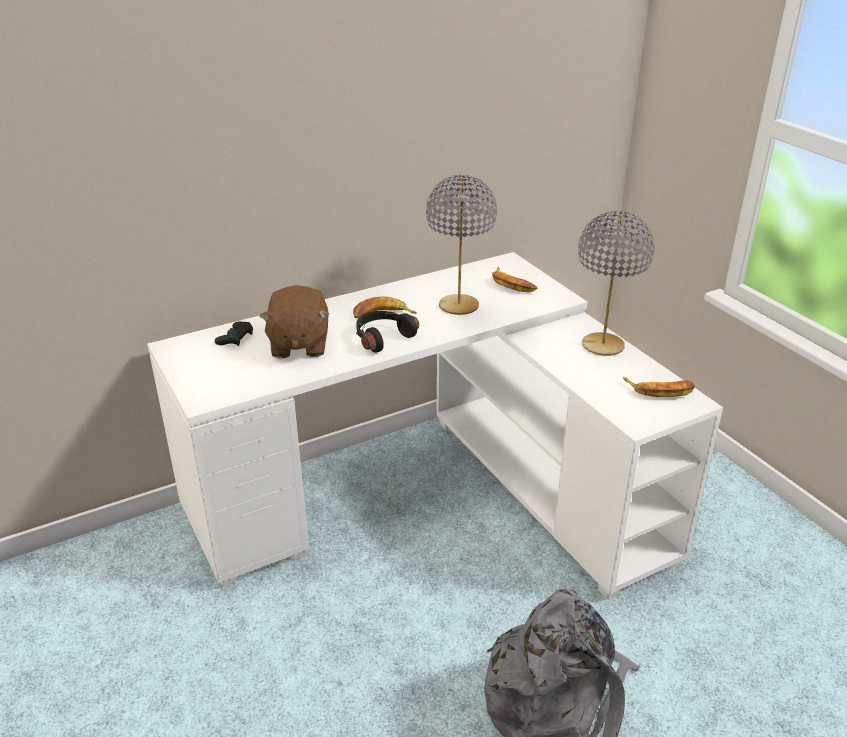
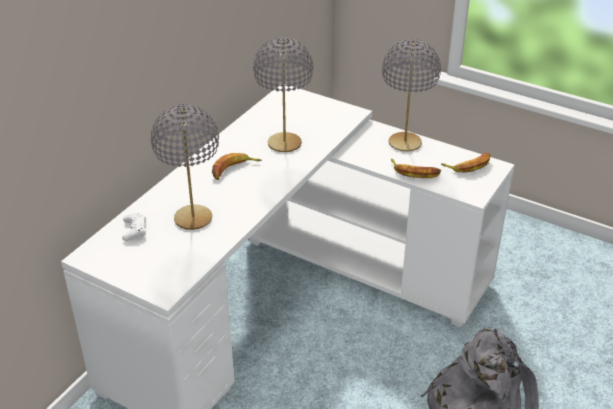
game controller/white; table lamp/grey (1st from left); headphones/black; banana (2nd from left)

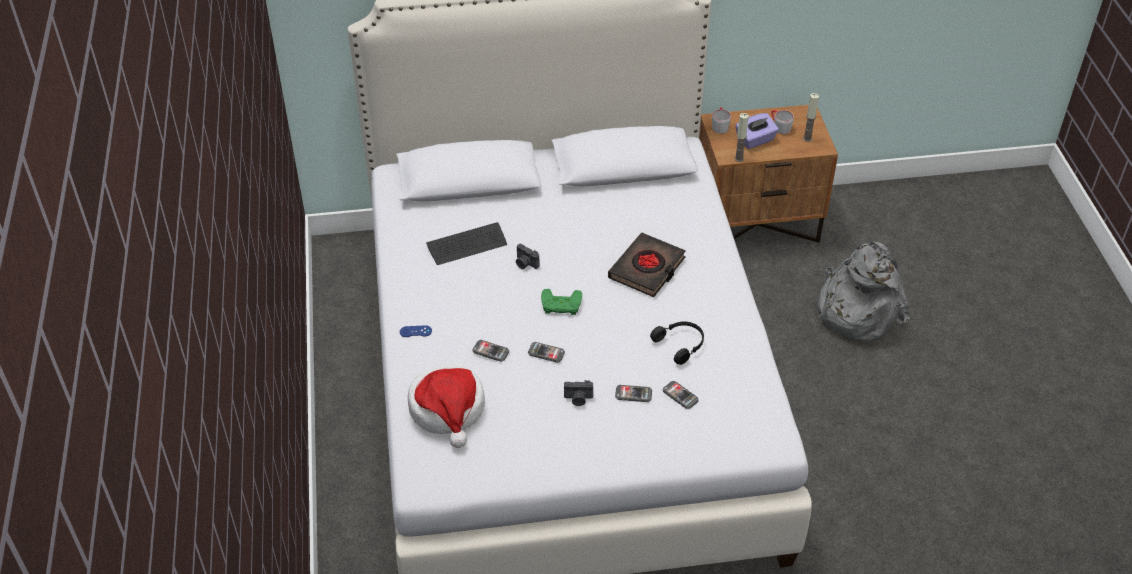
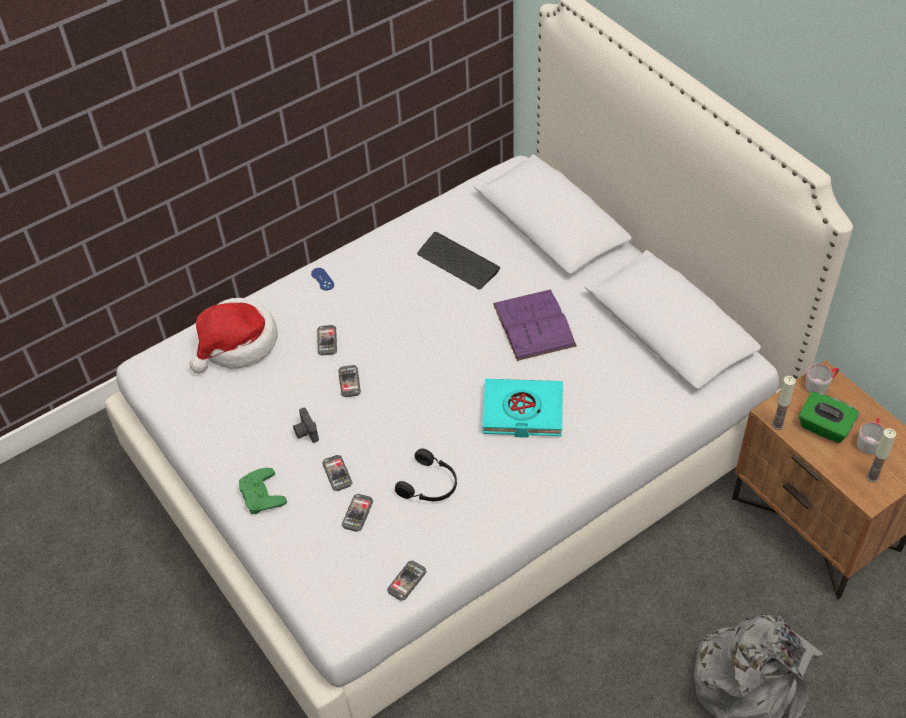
photo camera (1st from left in the first image); game controller/green; book/turquoise; tissue box/green; phone (5th from left); book/purple

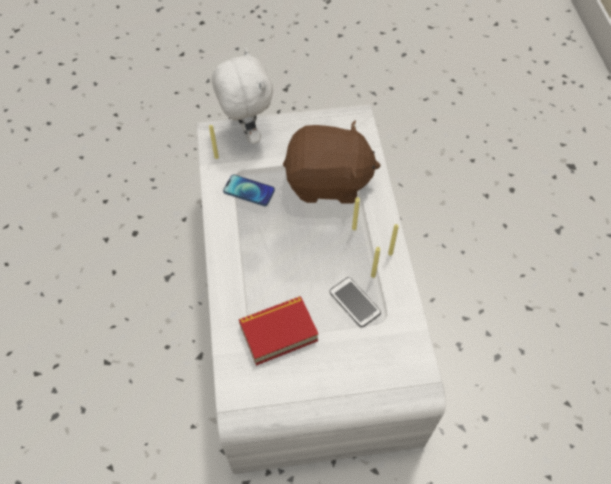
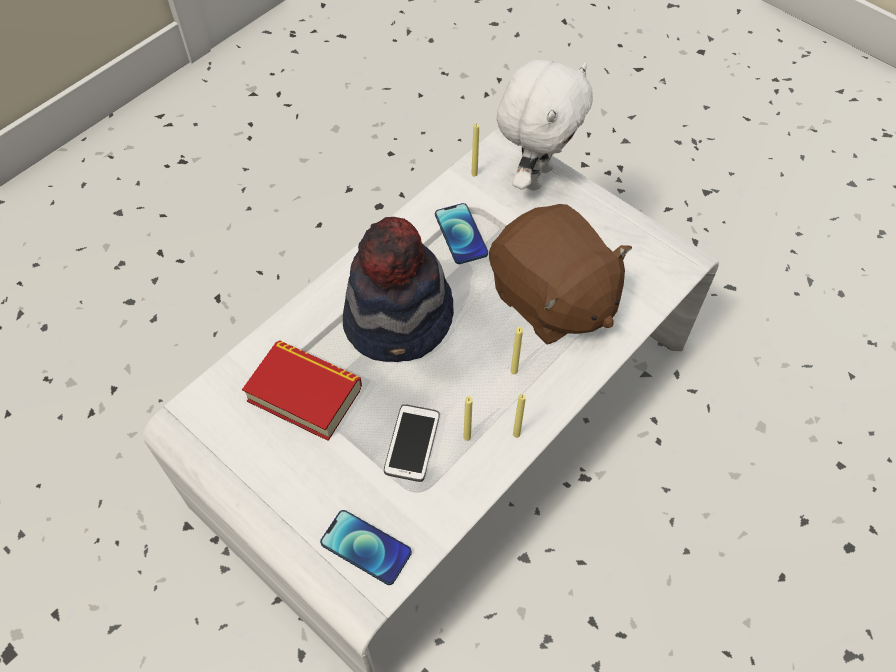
phone (1st from left); hat

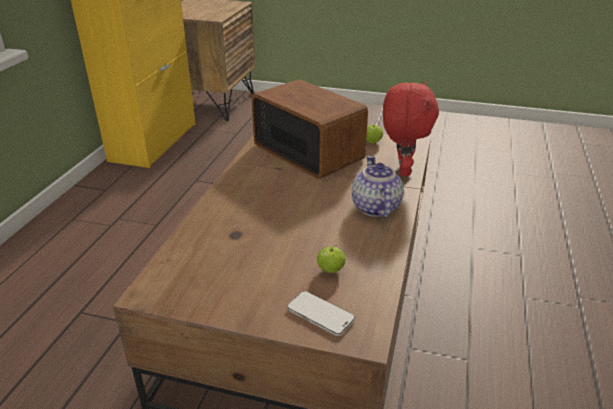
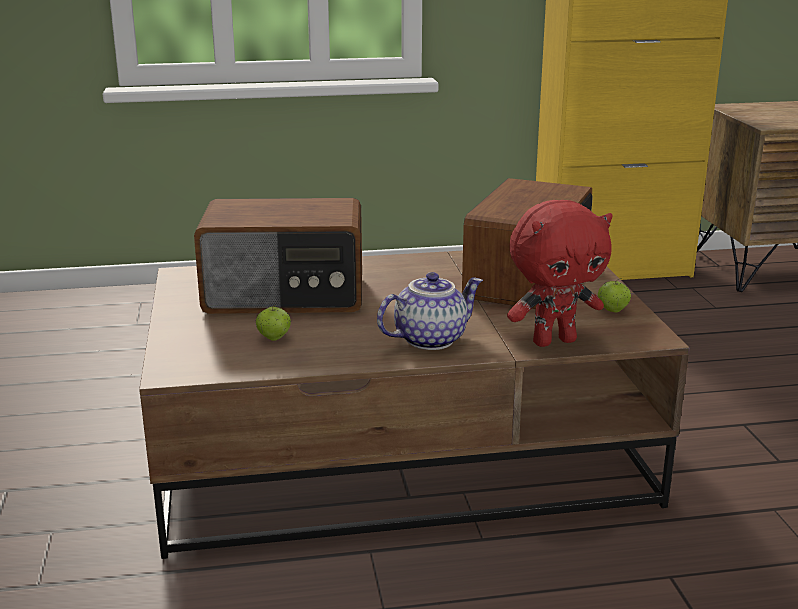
phone; radio (1st from left)

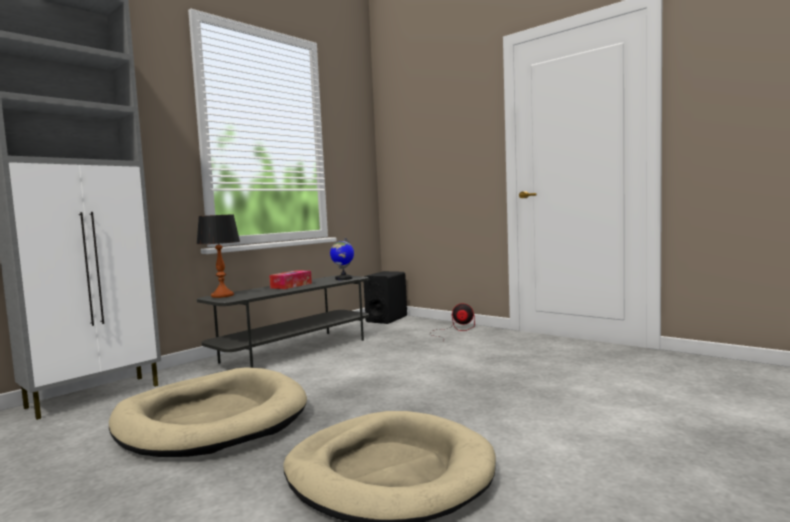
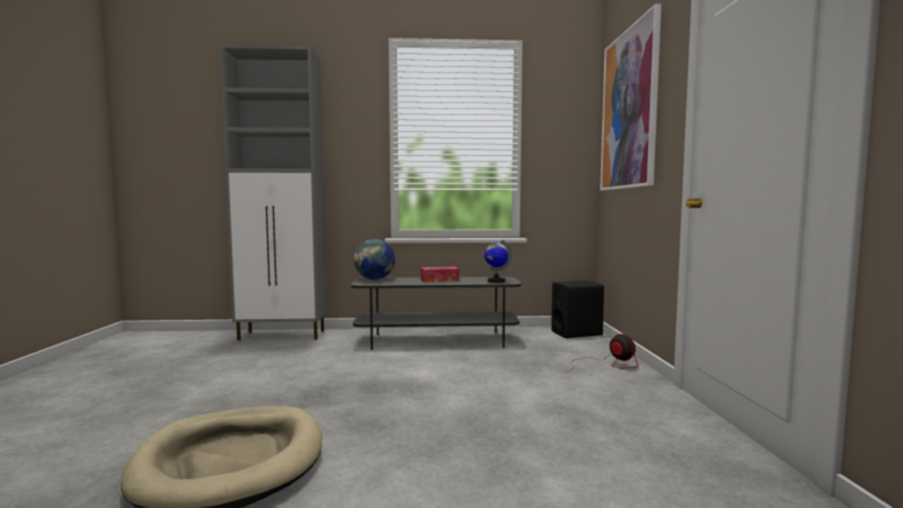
dog bed/beige (1st from left in the first image); globe (1st from left); picture

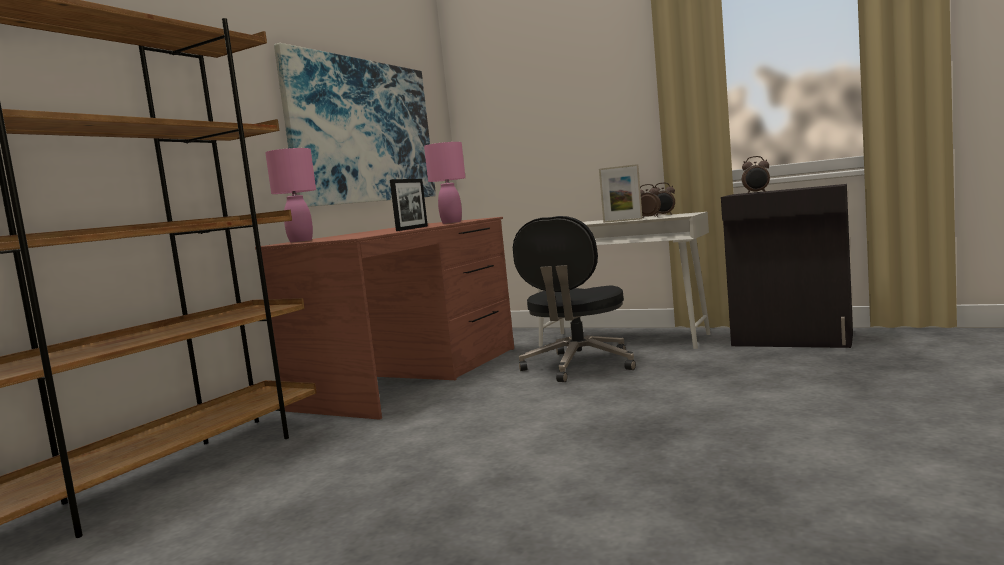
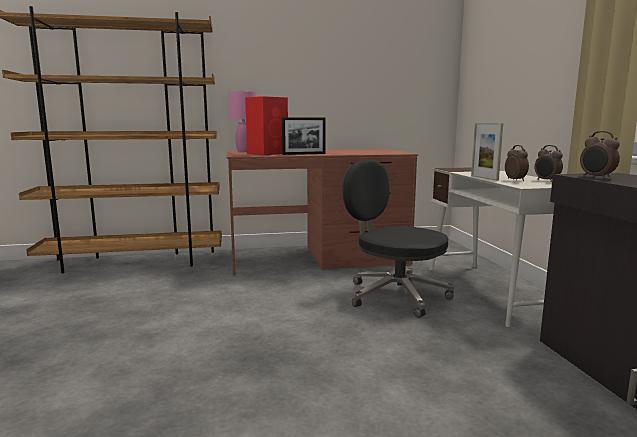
picture; table lamp/pink (2nd from left in the first image); office chair/black; speaker/red

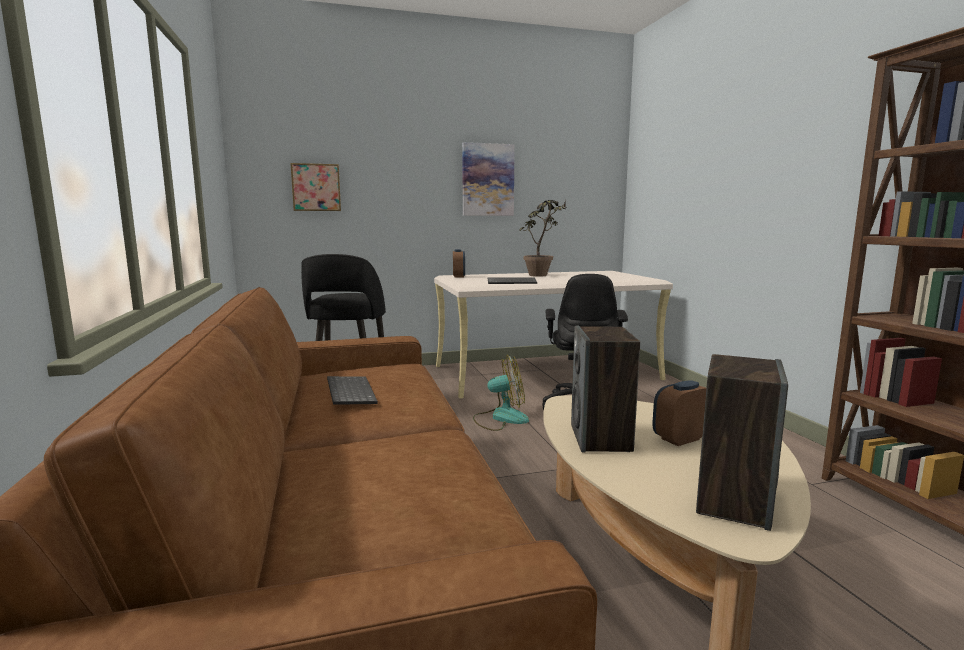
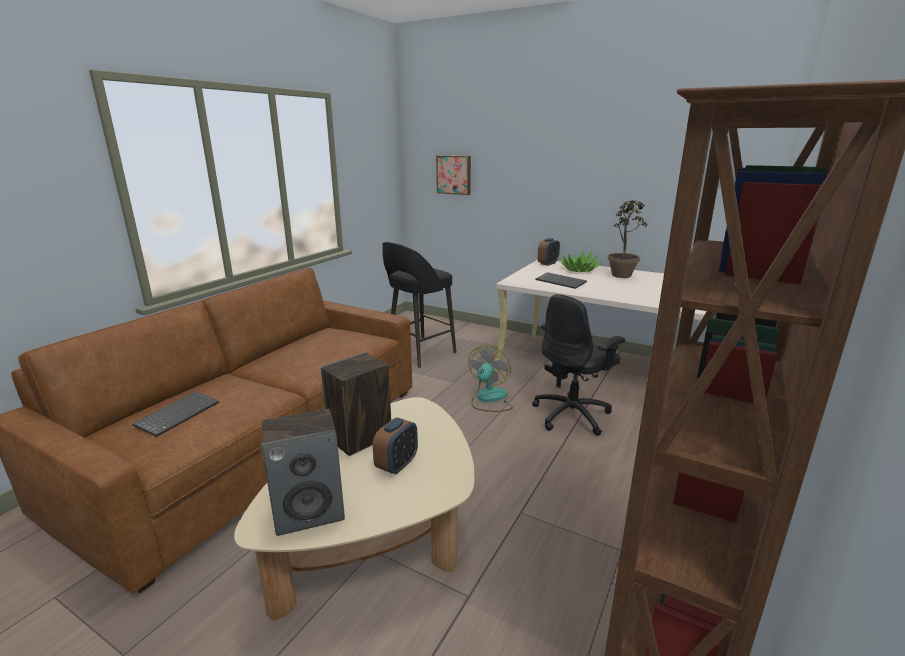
keyboard (1st from left); picture (2nd from left in the first image); fan; alarm clock (1st from left); potted plant (1st from left)

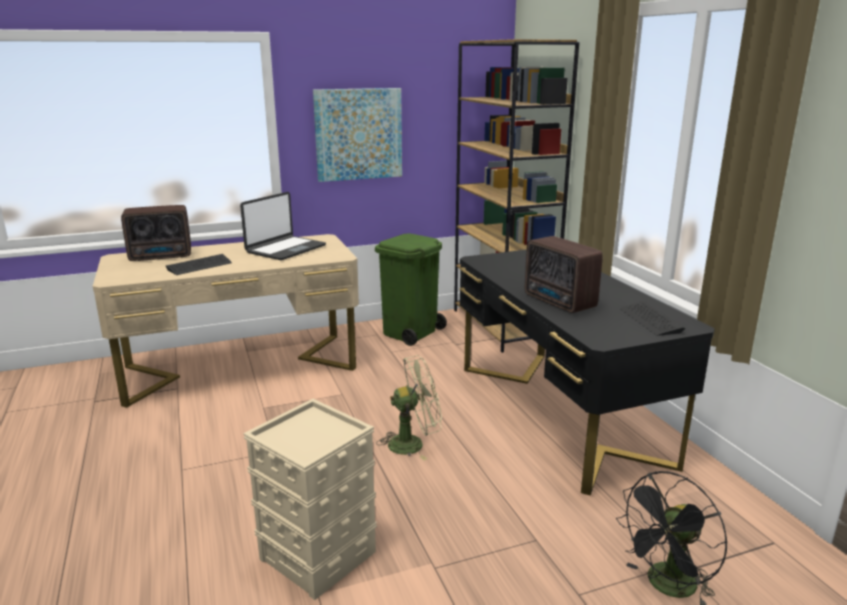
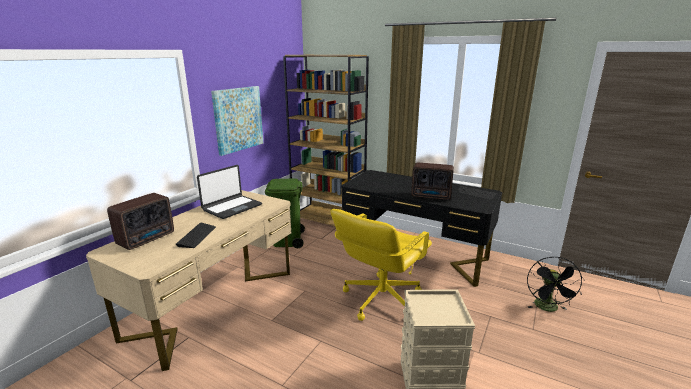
laptop; office chair/yellow

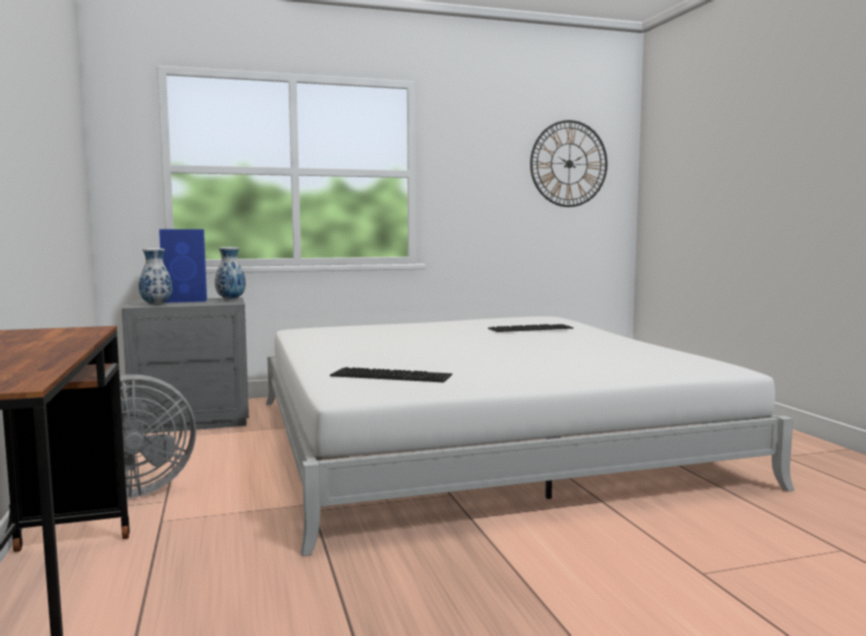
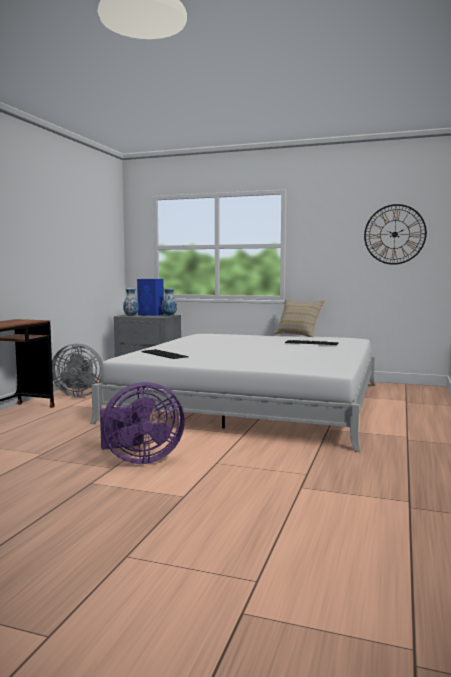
fan/purple; pillow/beige

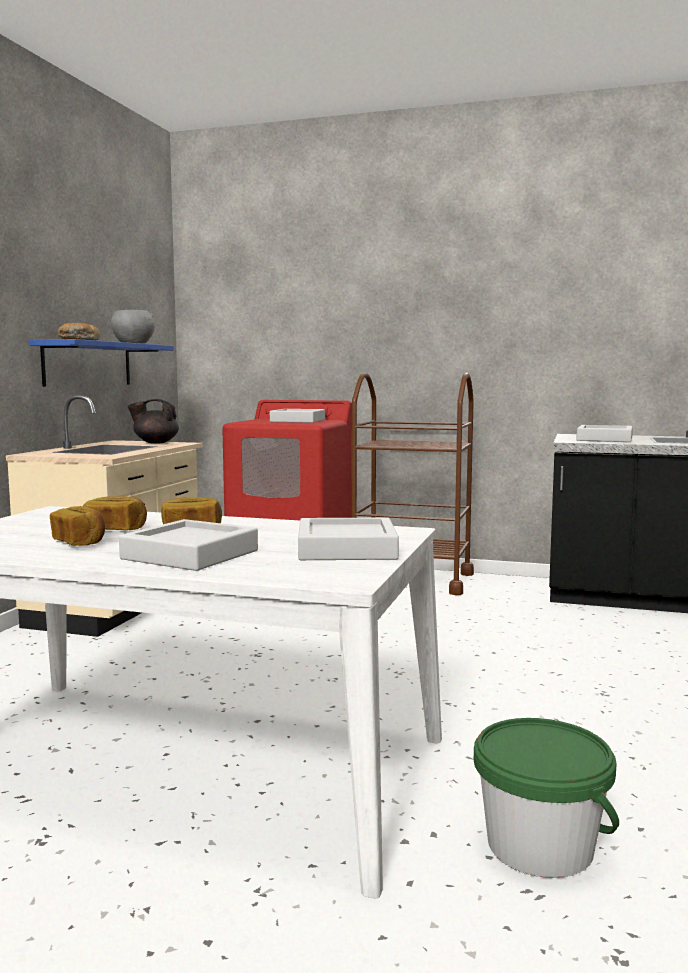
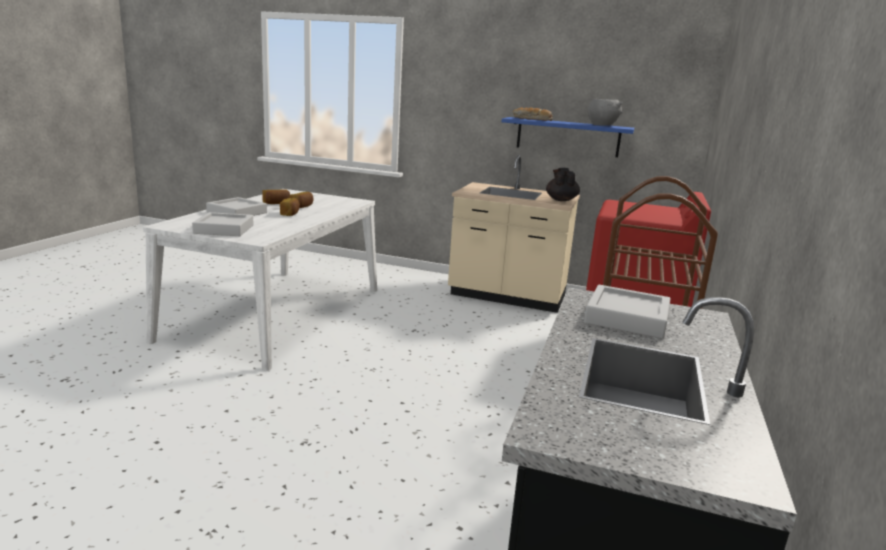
tray/grey (2nd from left in the first image); bucket/green

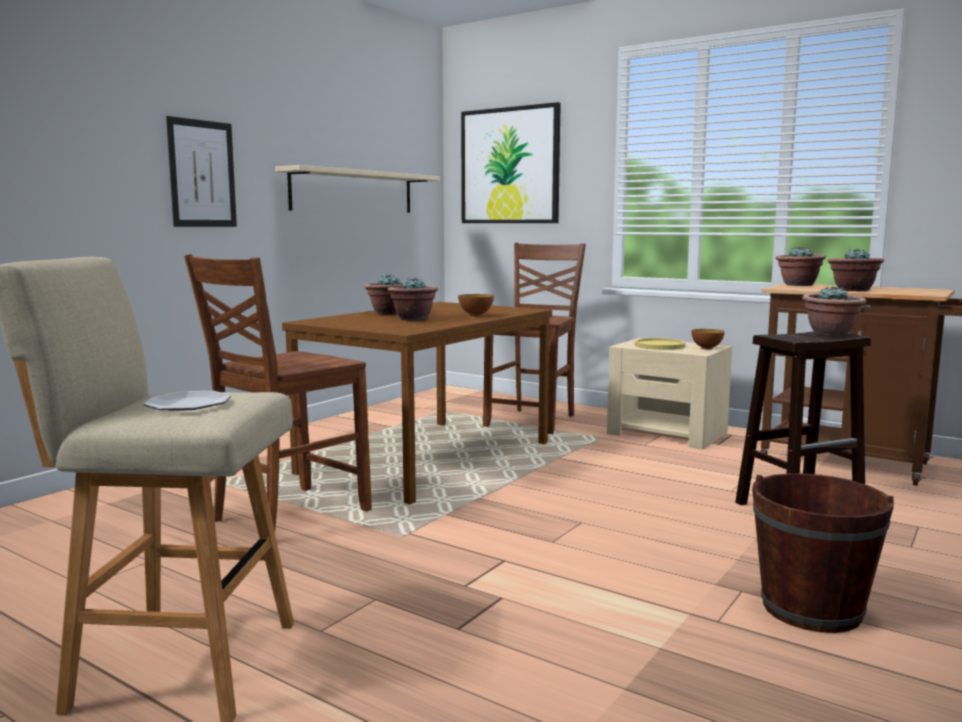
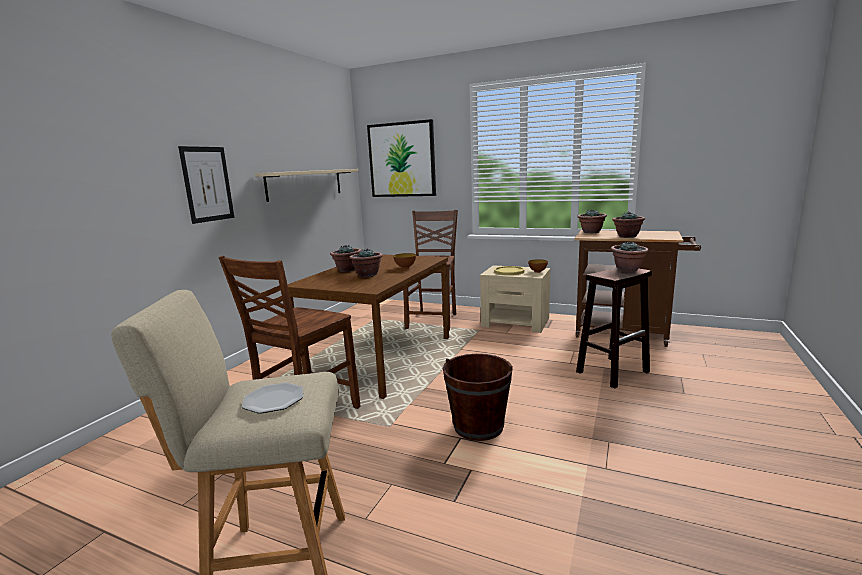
bucket/brown

